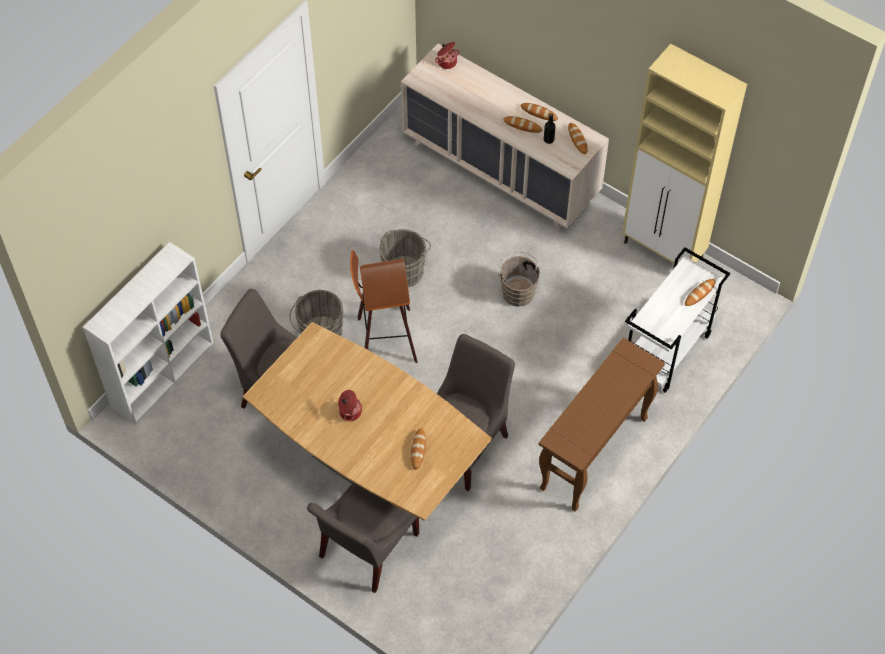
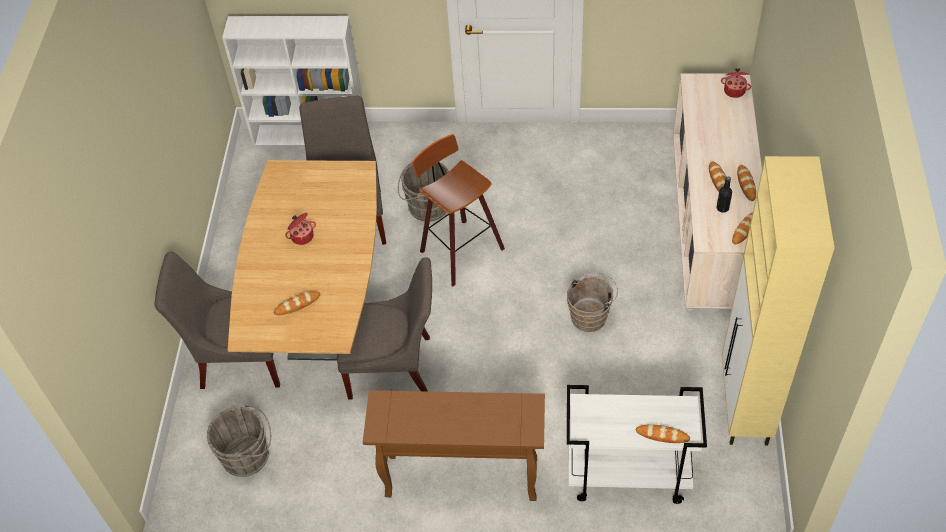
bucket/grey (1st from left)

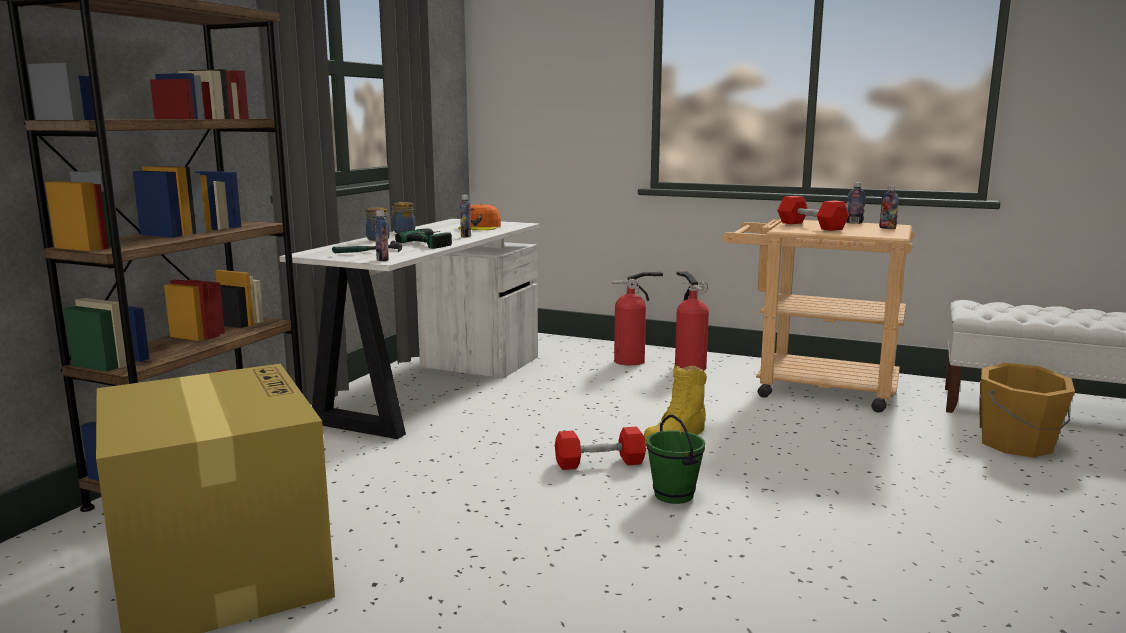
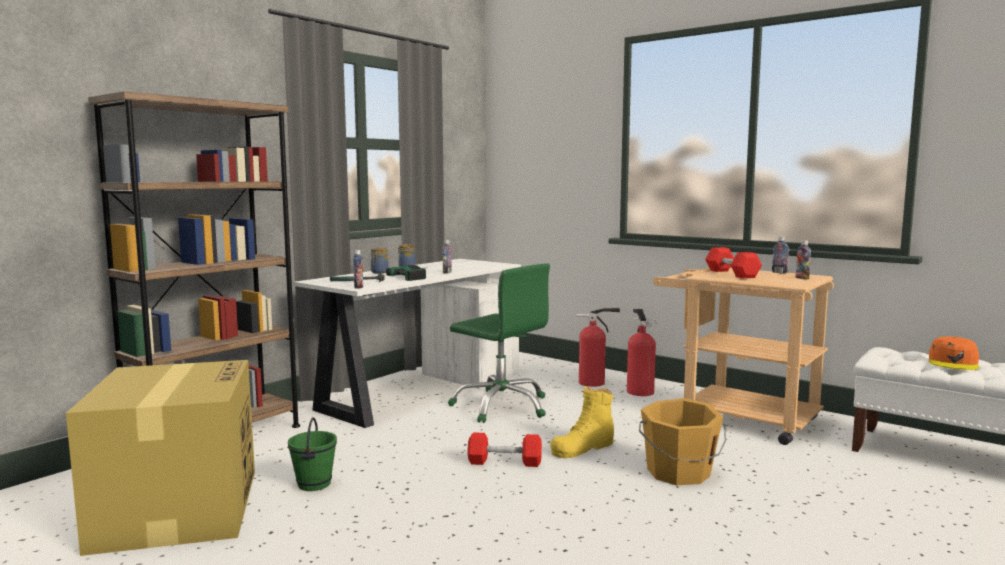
cap/orange; bucket/green; bucket/orange; office chair/green

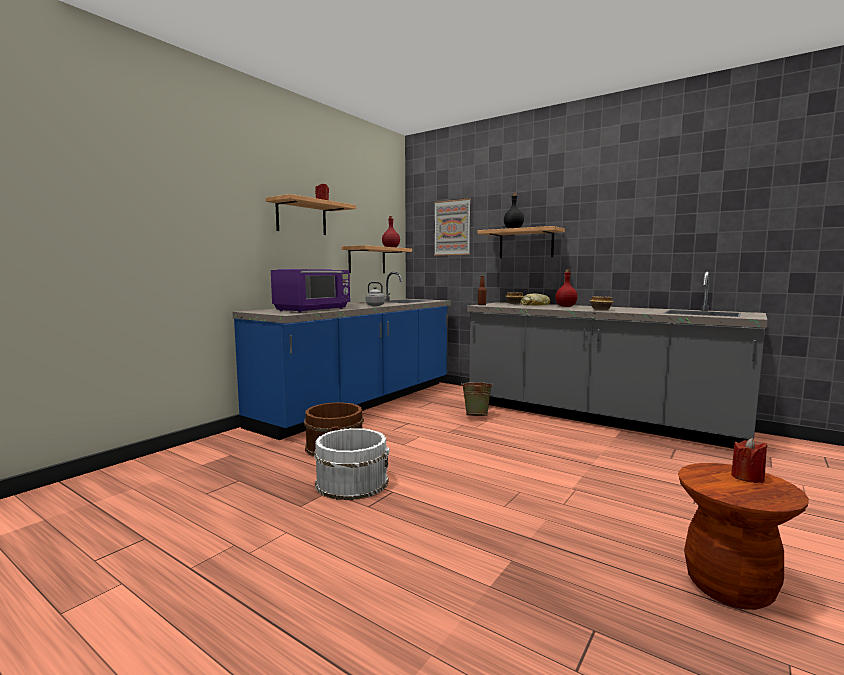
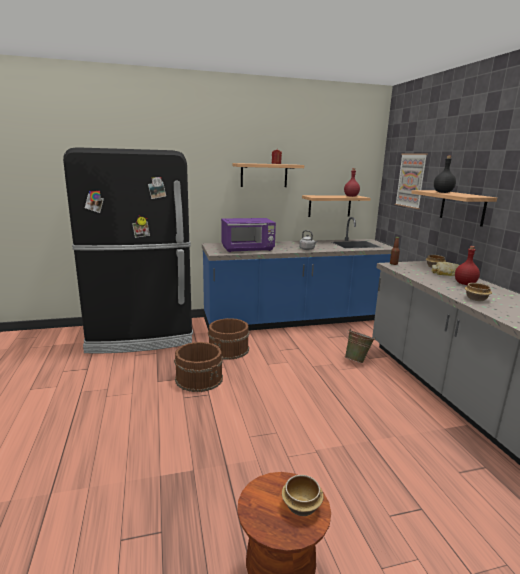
bucket/brown (1st from left); bowl (1st from left); fridge/black

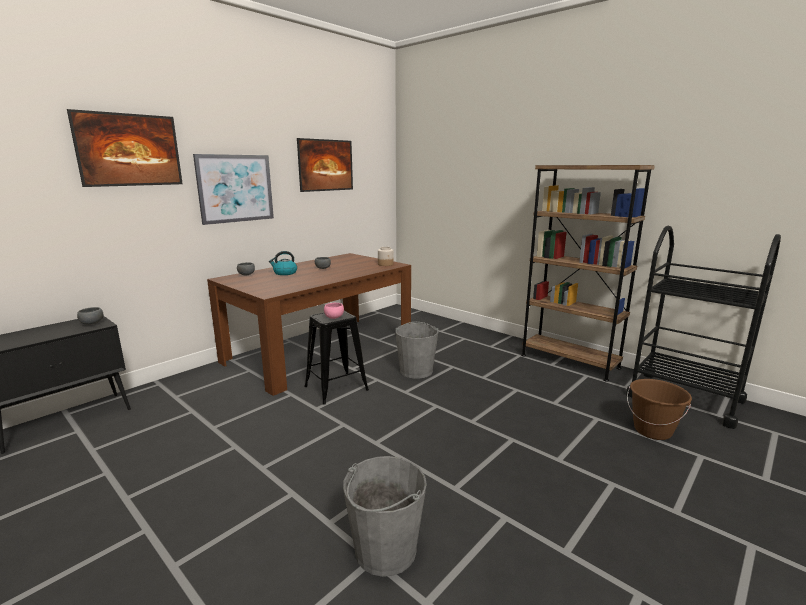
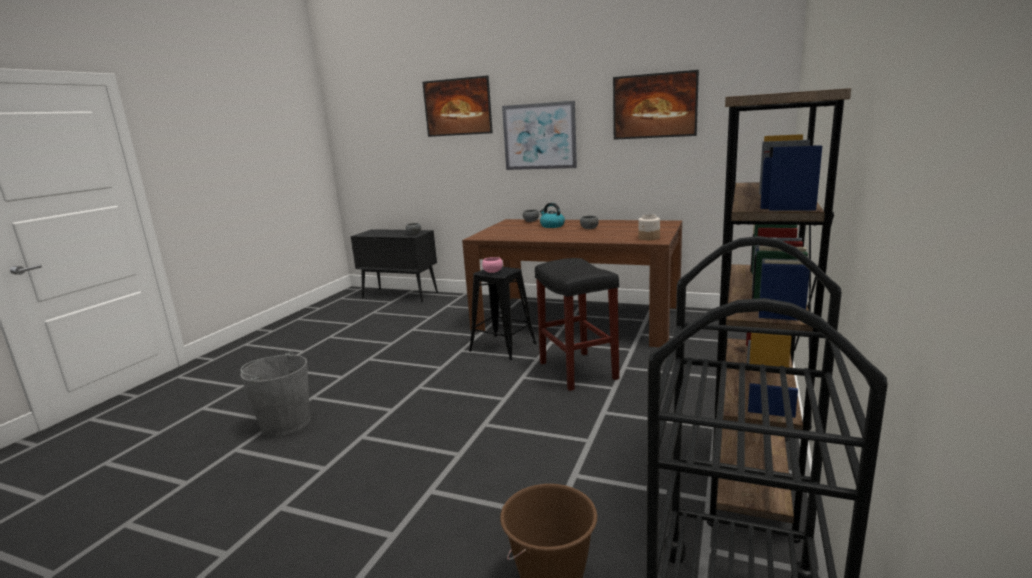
stool/black (2nd from left)

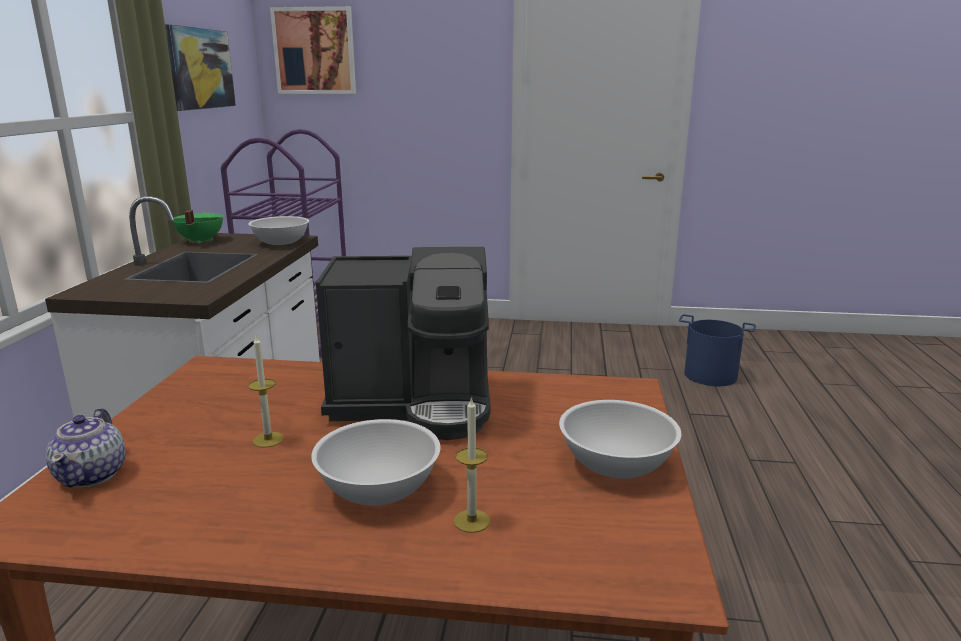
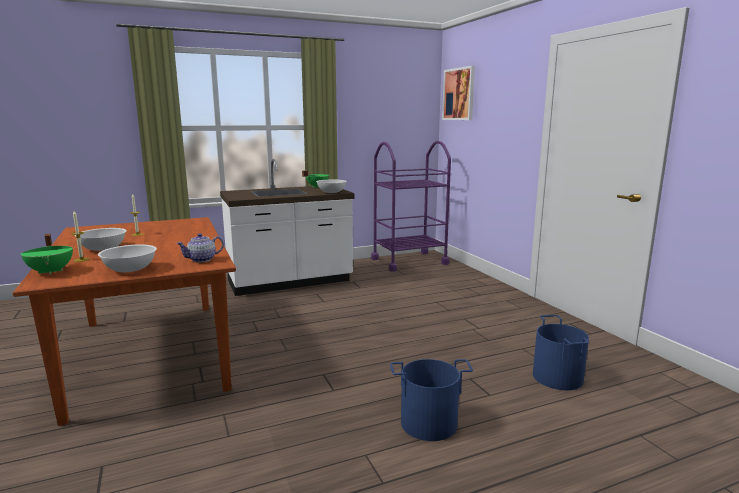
teapot; picture (1st from left in the first image); coffee machine; cooking pot/green (1st from left); bucket/blue (1st from left)

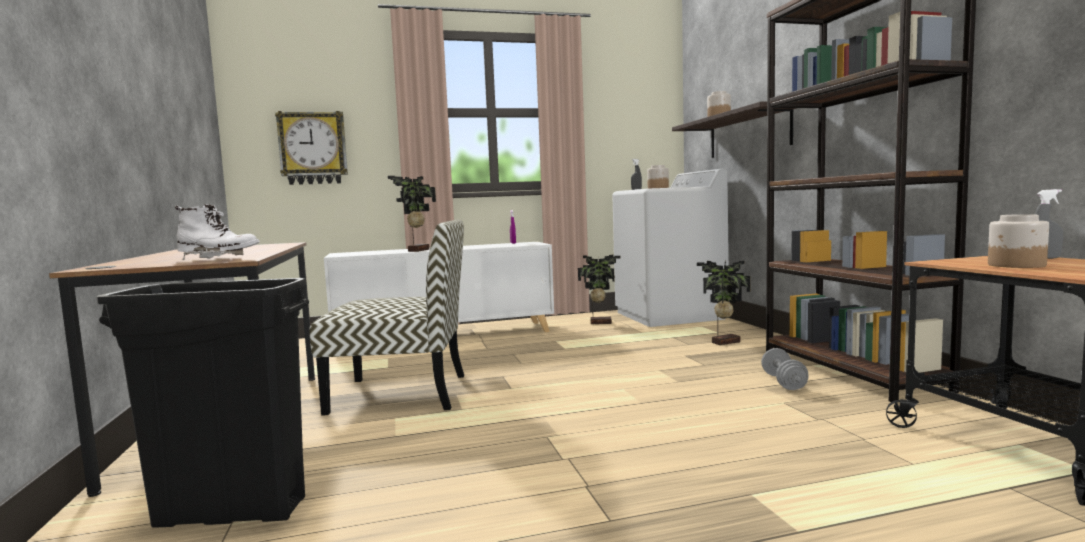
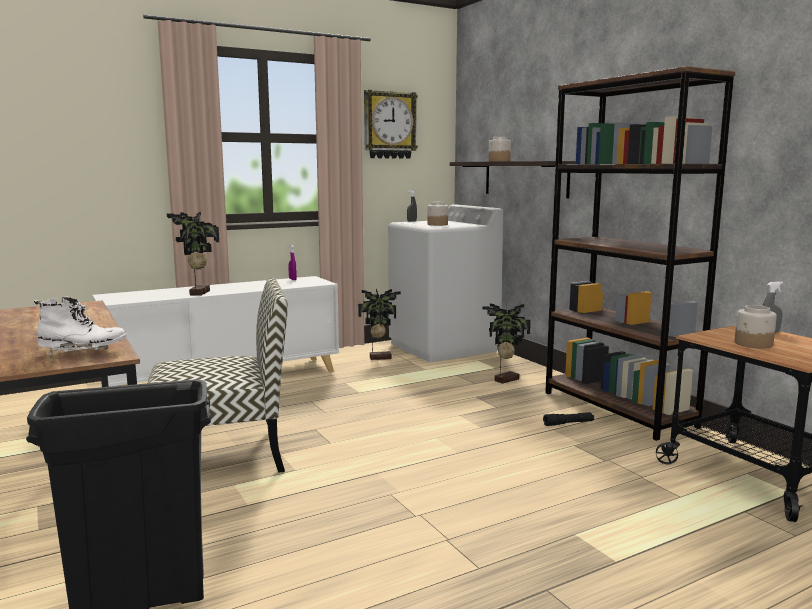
wall clock; flashlight/black

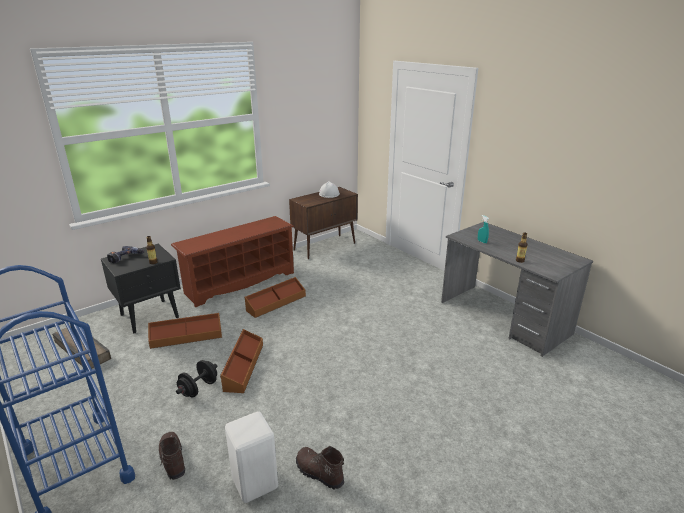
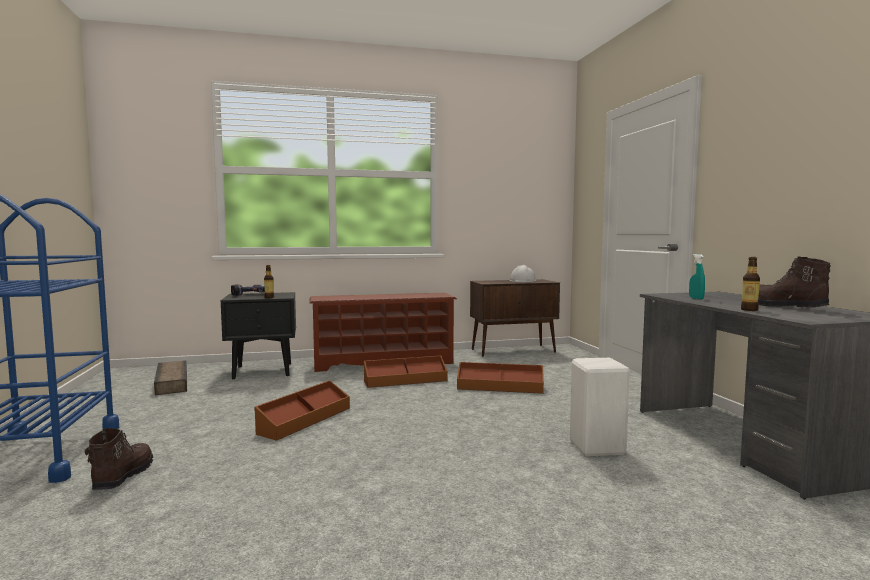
storage box/brown (3rd from left); dumbbell/black; stool/white; boot/brown (2nd from left)

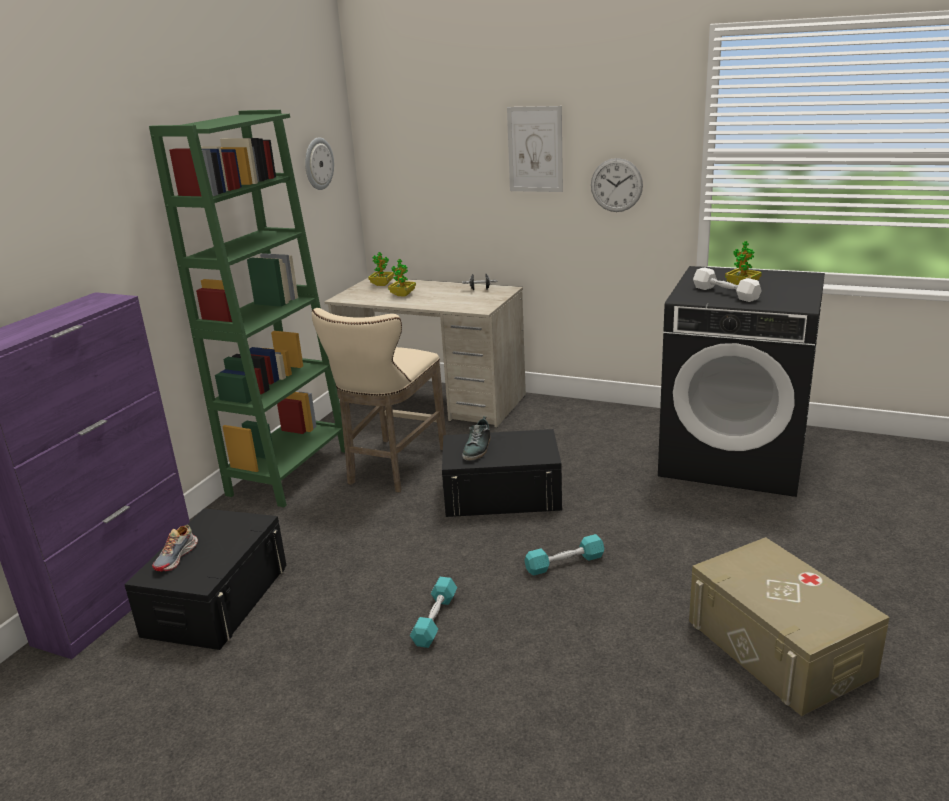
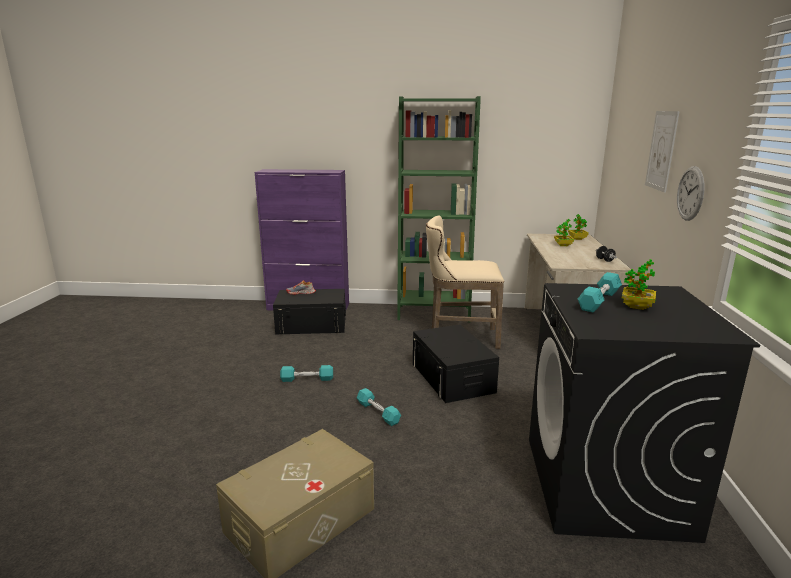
wall clock (1st from left in the first image); shoe (2nd from left in the first image); dumbbell/turquoise (3rd from left)

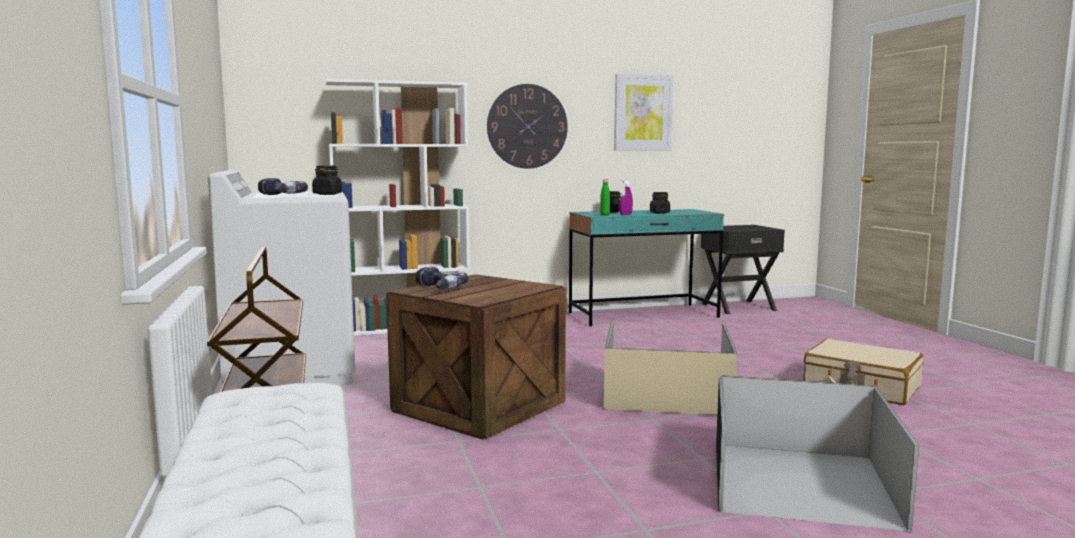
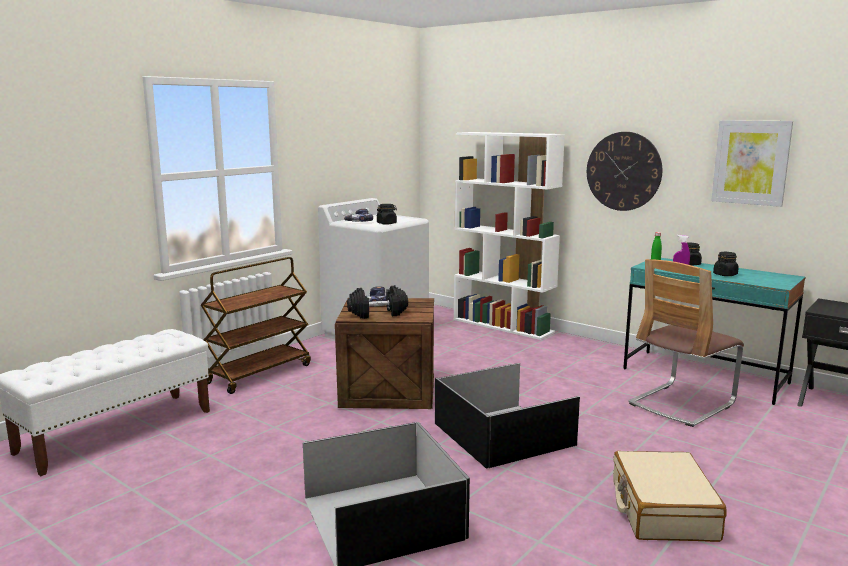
storage box/black (2nd from left); dumbbell/black; chair

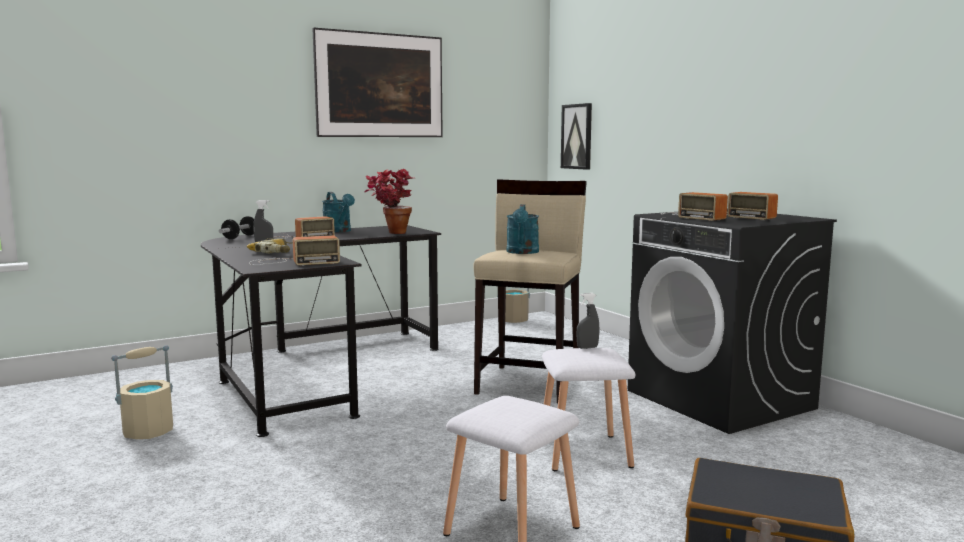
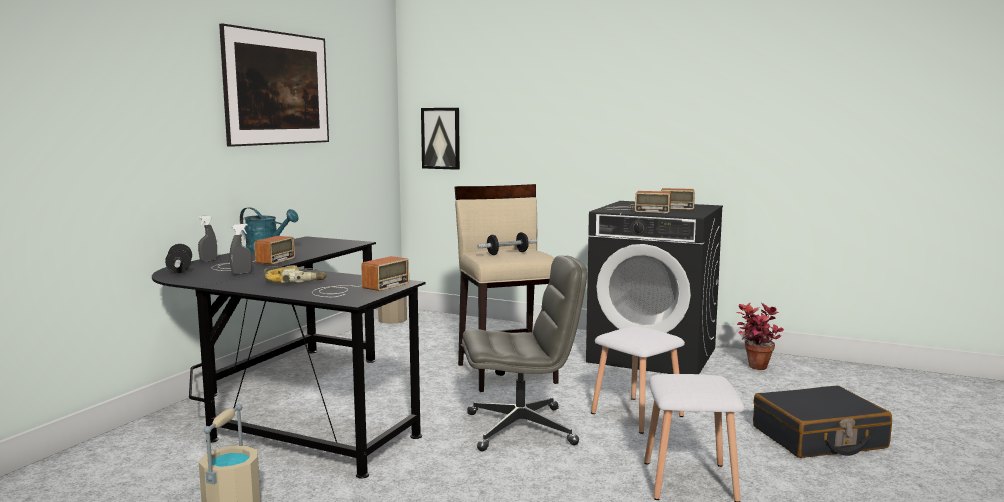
potted plant; dumbbell (2nd from left); spray bottle/grey (1st from left); office chair/grey

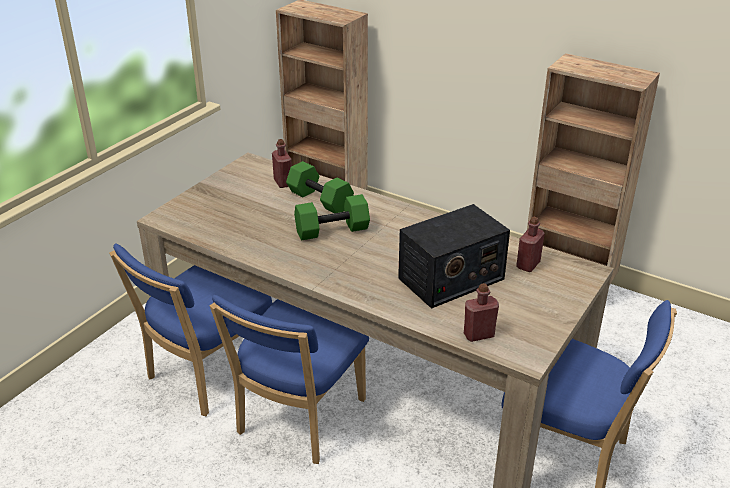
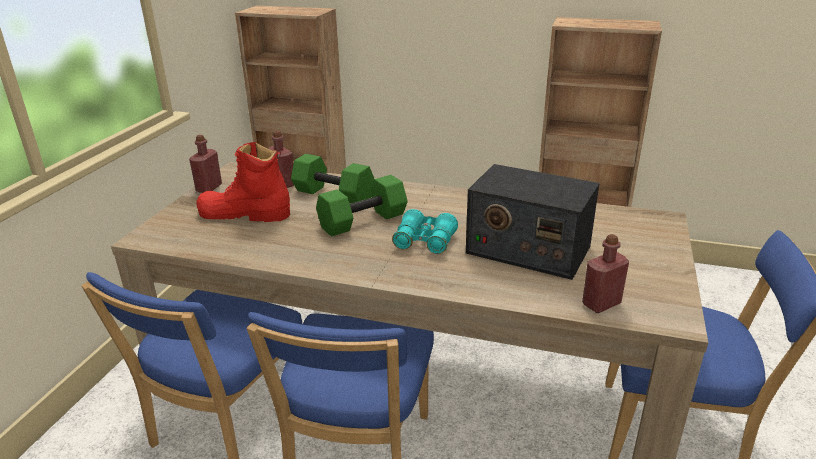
radio; bottle/red (1st from left); boot/red; binoculars/turquoise

